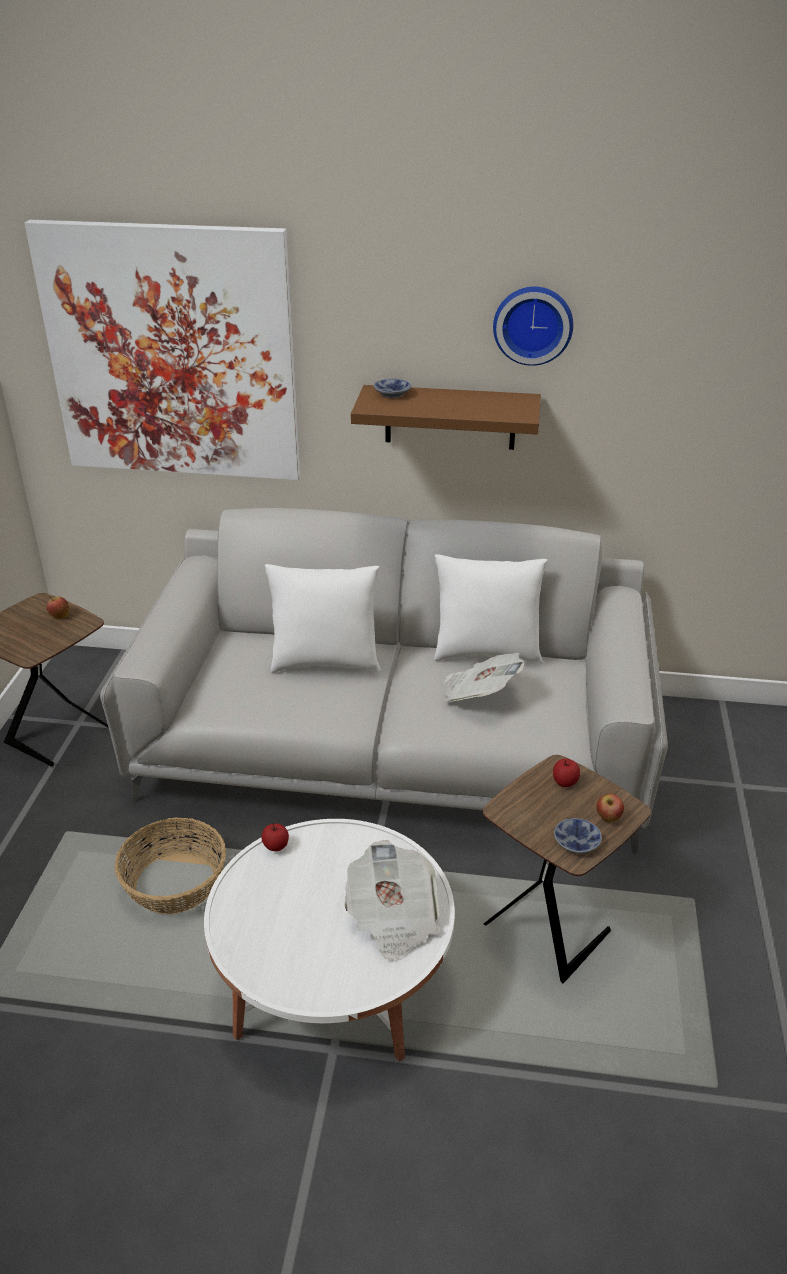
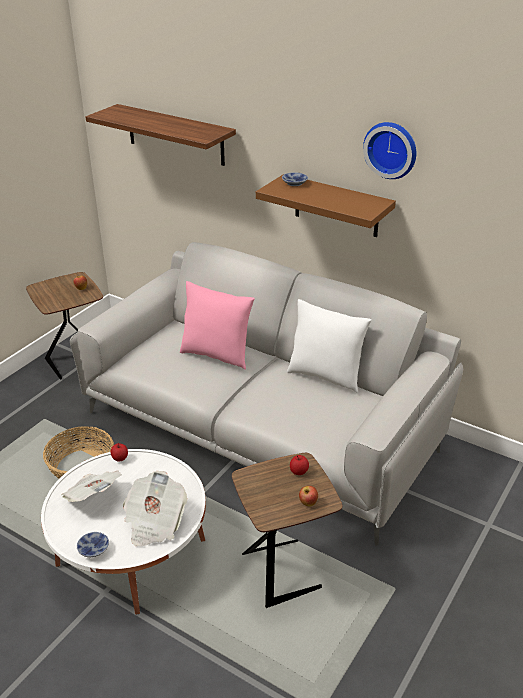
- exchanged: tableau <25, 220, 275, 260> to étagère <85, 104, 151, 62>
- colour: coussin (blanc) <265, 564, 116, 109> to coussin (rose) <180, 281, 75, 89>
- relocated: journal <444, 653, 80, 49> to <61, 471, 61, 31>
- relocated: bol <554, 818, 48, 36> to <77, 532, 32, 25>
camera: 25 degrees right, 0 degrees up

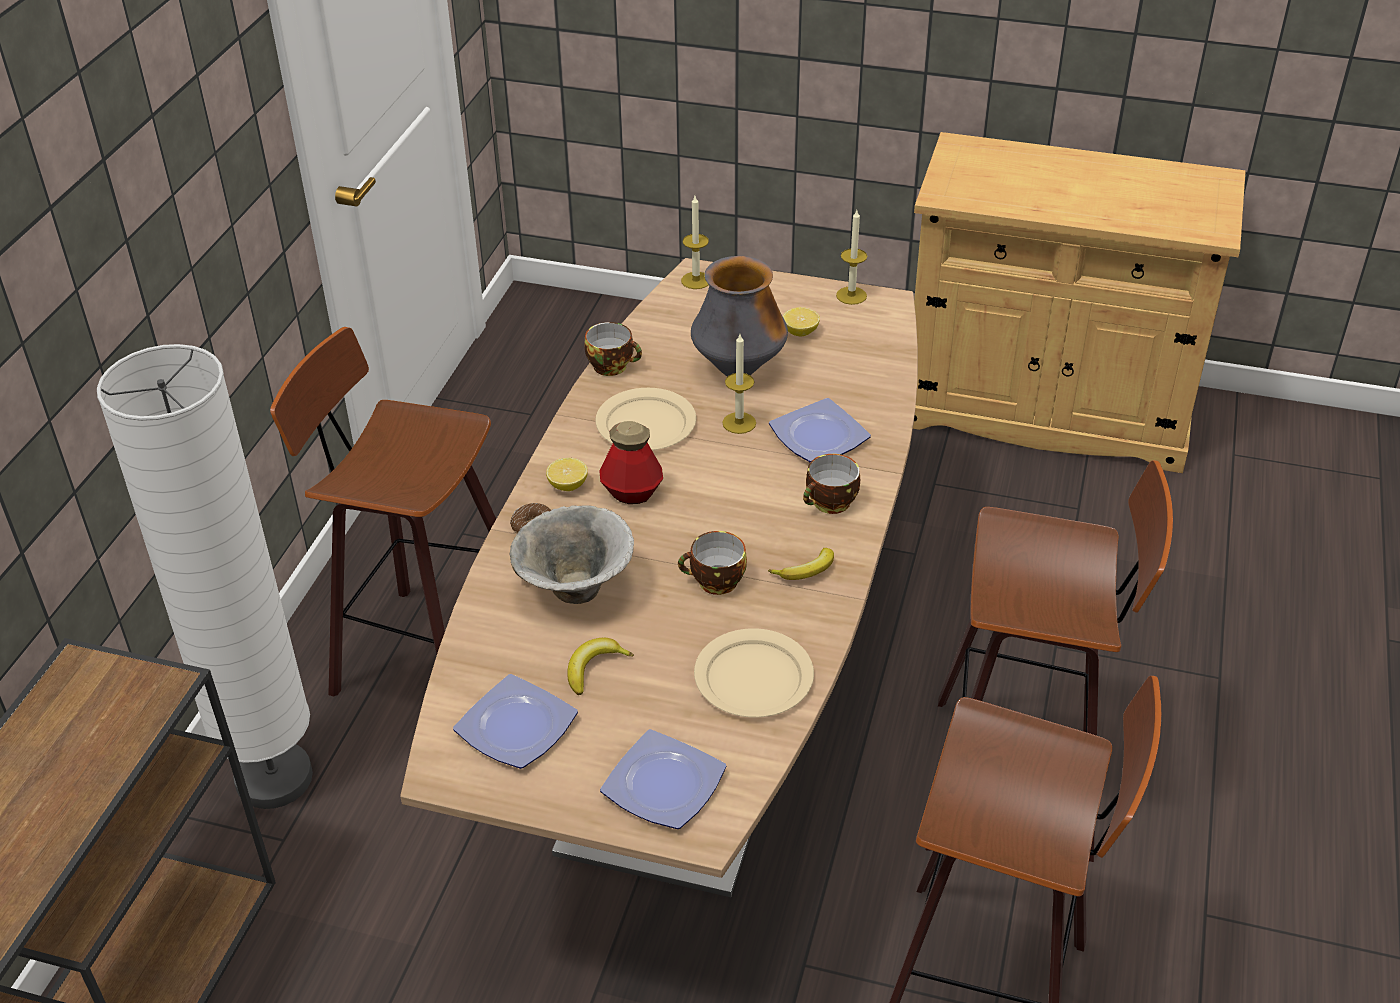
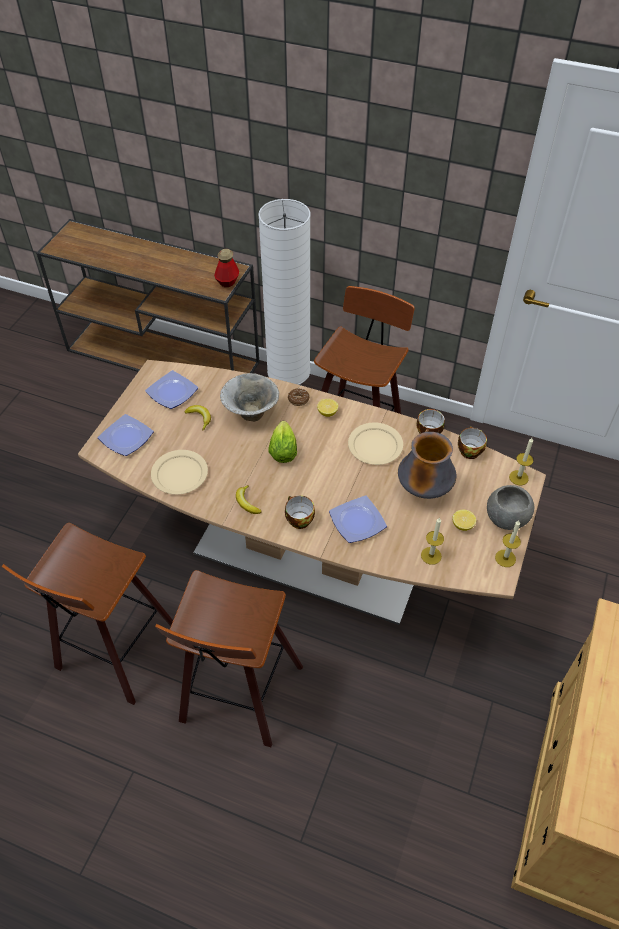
- relocated: bougie <722, 334, 34, 100> to <421, 518, 23, 47>
- relocated: bouteille <599, 421, 64, 83> to <214, 249, 25, 38>
- relocated: tasse <678, 531, 69, 64> to <458, 426, 29, 33>
- appeared: laitue <268, 421, 29, 42>
- appeared: bol (gris) <487, 485, 47, 45>
camera: 95 degrees right, 10 degrees up

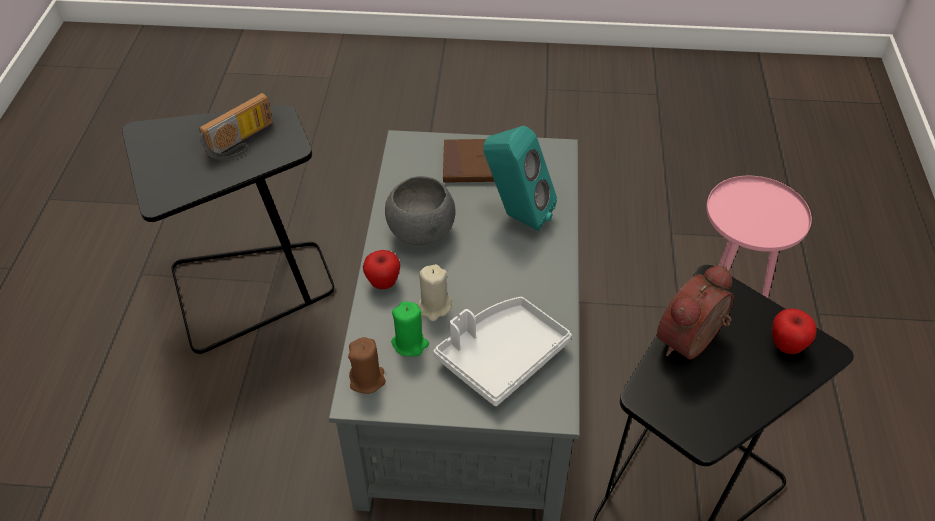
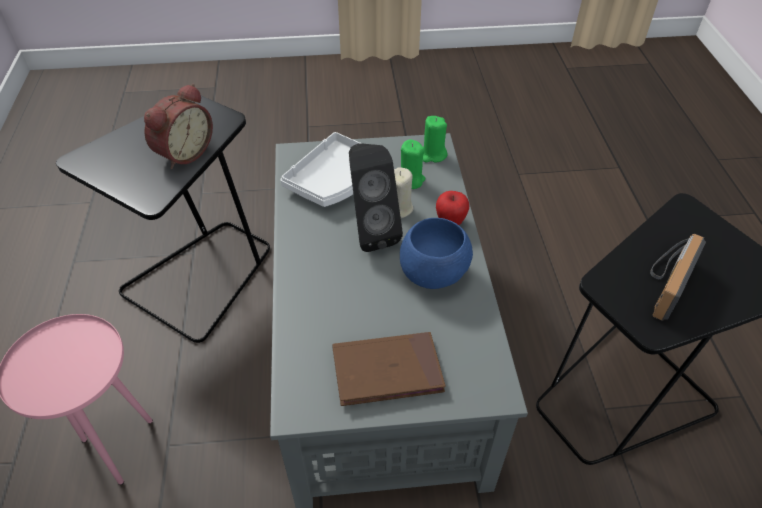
- missing: enceinte (turquoise) <483, 126, 74, 105>
- colour: bol (gris) <385, 176, 71, 69> to bol (bleu) <400, 218, 73, 71>
- missing: pomme <772, 309, 44, 45>
- colour: bougie (marron) <348, 337, 38, 57> to bougie (vert) <423, 116, 25, 46>
- appeared: enceinte (noir) <349, 143, 54, 109>
camera: 170 degrees right, 0 degrees up

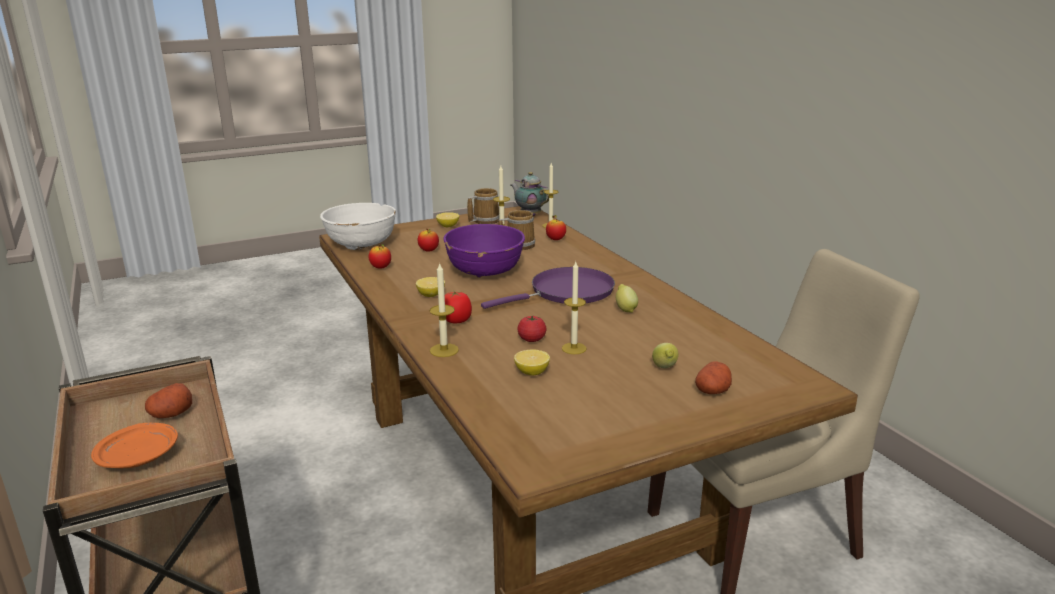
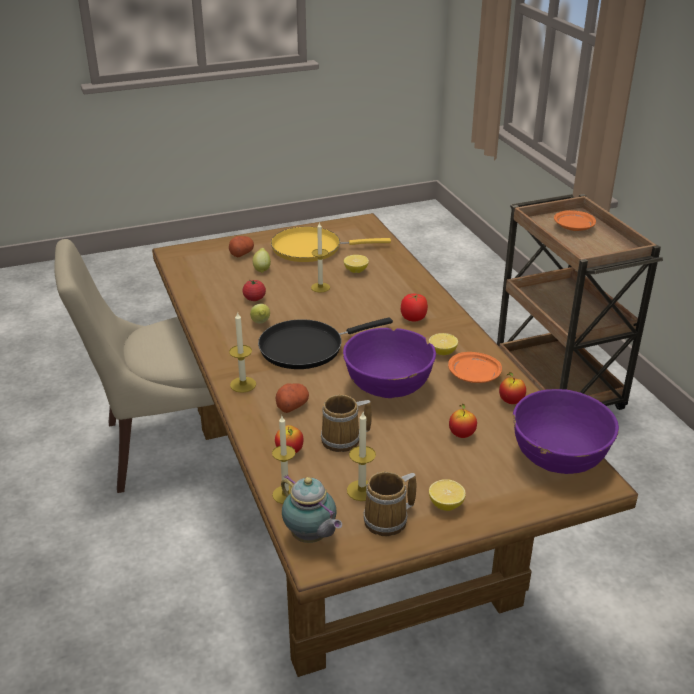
- colour: bol (blanc) <320, 203, 76, 47> to bol (violet) <513, 389, 106, 85>
- relocated: bougie <429, 262, 30, 95> to <229, 311, 27, 82>
- colour: poêle (violet) <481, 267, 134, 42> to poêle (noir) <258, 317, 135, 52>
- relocated: tomate <517, 316, 29, 26> to <242, 280, 24, 21>
- relocated: pomme de terre <145, 383, 47, 35> to <276, 383, 33, 30>
- appeared: poêle (jaune) <271, 227, 120, 35>
- appeared: assiette (orange) <448, 352, 54, 31>
camera: 175 degrees left, 10 degrees up

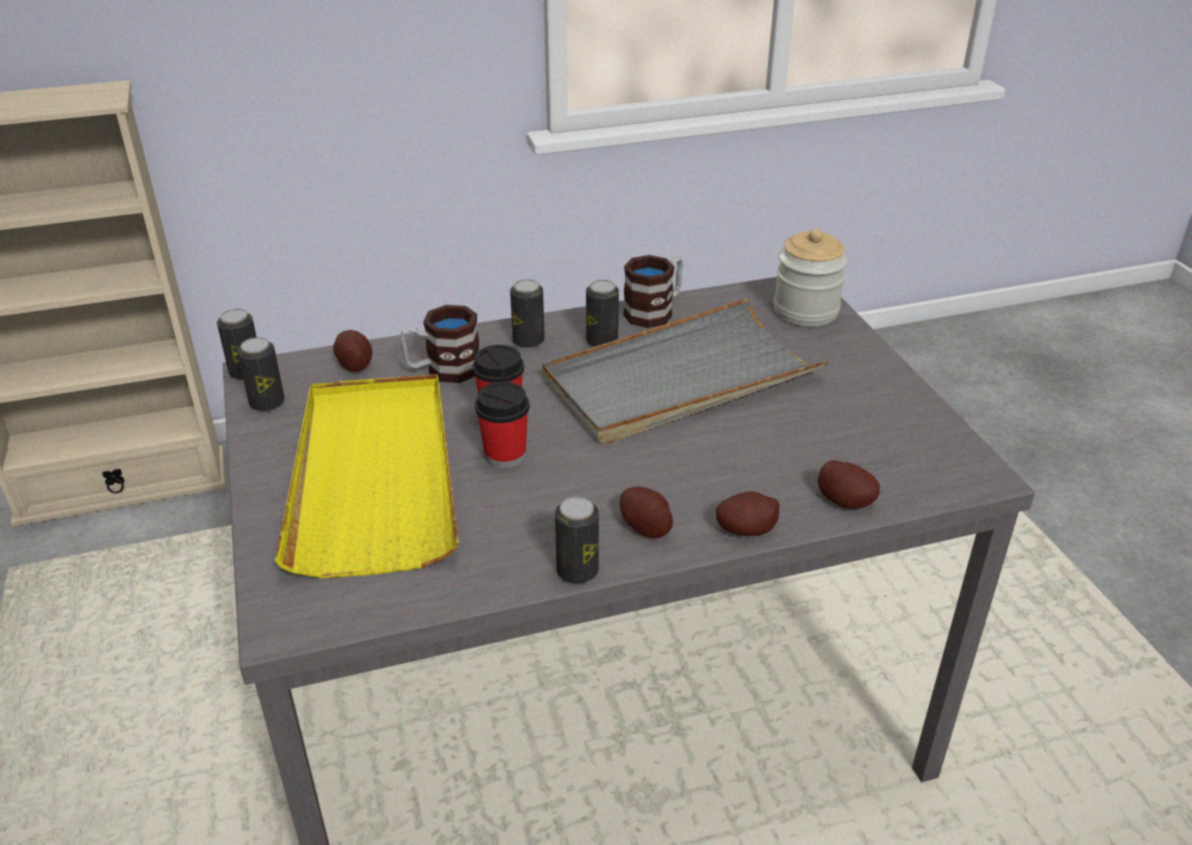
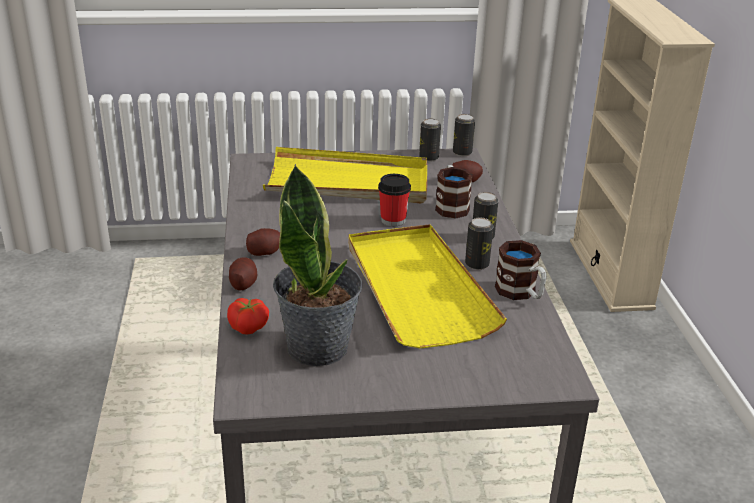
- missing: bocal <774, 229, 73, 97>
- colour: plateau (gris) <542, 298, 287, 146> to plateau (jaune) <348, 224, 159, 125>
- missing: tasse <475, 382, 55, 86>
- exchanged: pomme de terre <818, 460, 62, 49> to tomate <227, 298, 42, 37>
- missing: boîte métallique <555, 496, 44, 88>
- appeared: plante en pot <273, 164, 89, 202>
camera: 100 degrees right, 5 degrees down

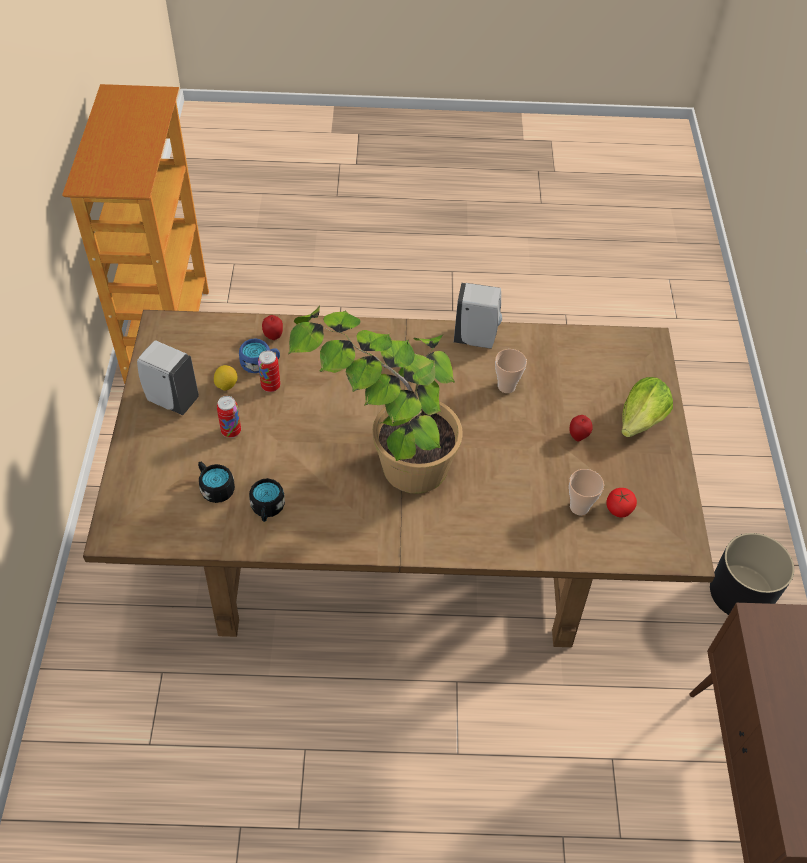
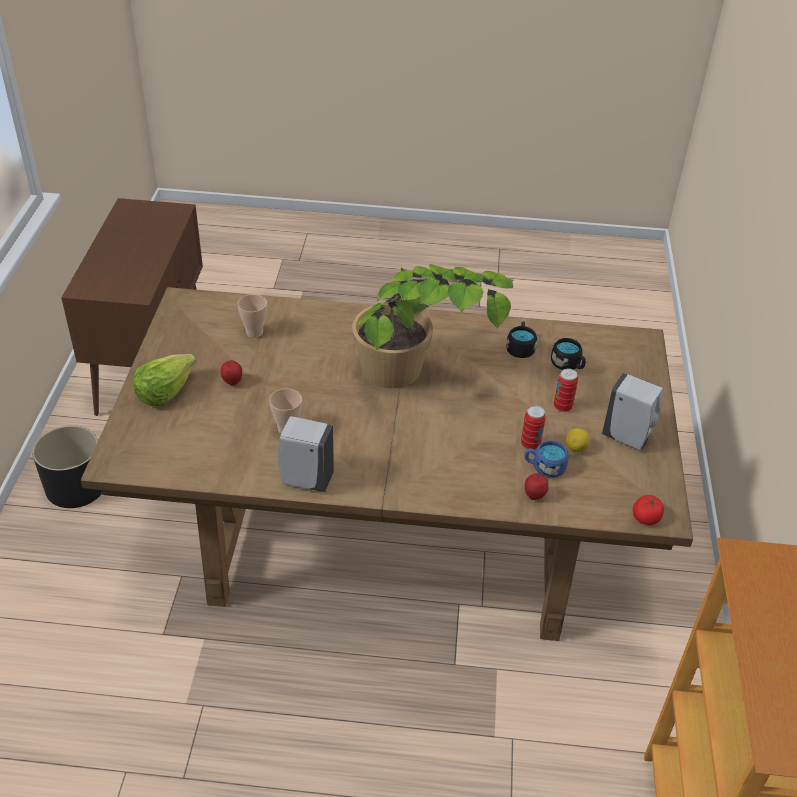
- relocated: tomate <606, 488, 31, 30> to <633, 495, 31, 30>
camera: 175 degrees left, 10 degrees down

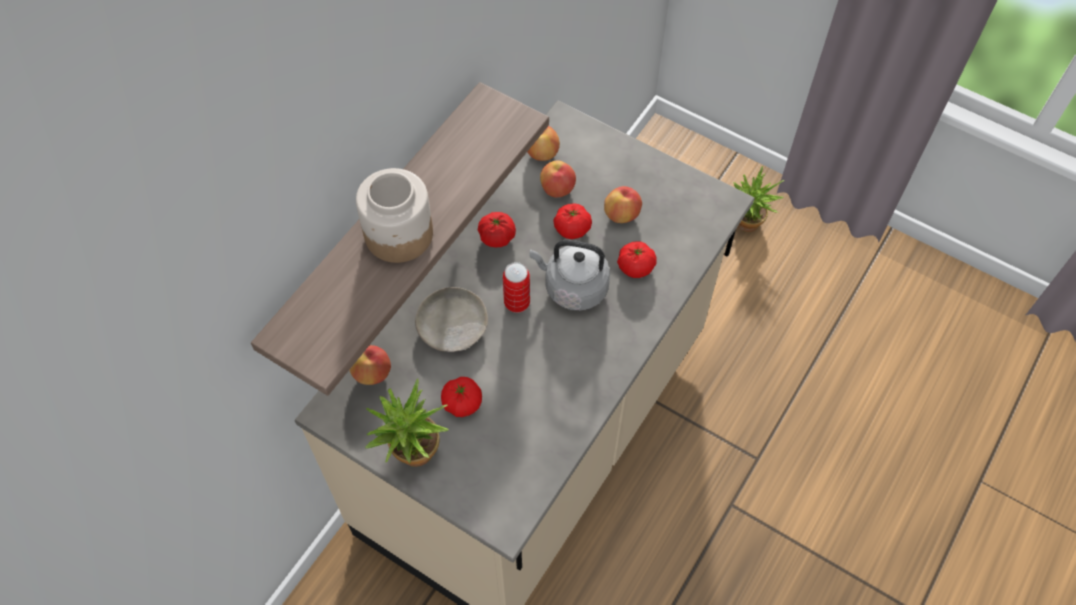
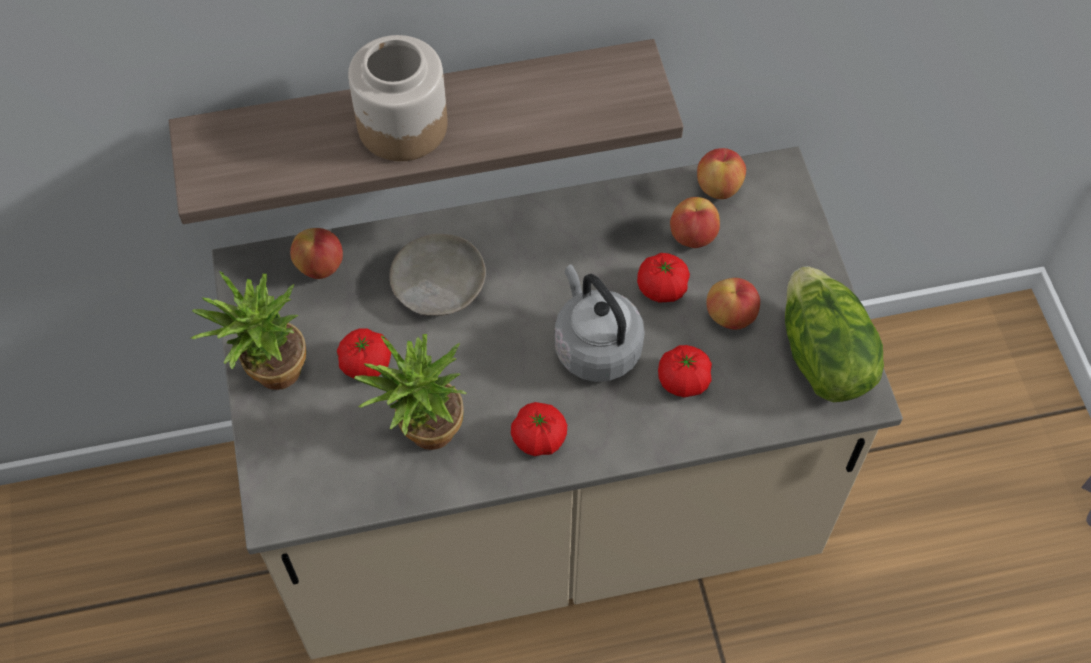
- relocated: plante en pot <733, 166, 52, 66> to <354, 334, 112, 116>
- relocated: tomate <478, 212, 38, 35> to <511, 402, 56, 54>
- missing: boîte métallique <503, 262, 27, 51>
- appeared: laitue <785, 266, 99, 136>
camera: 45 degrees right, 0 degrees up

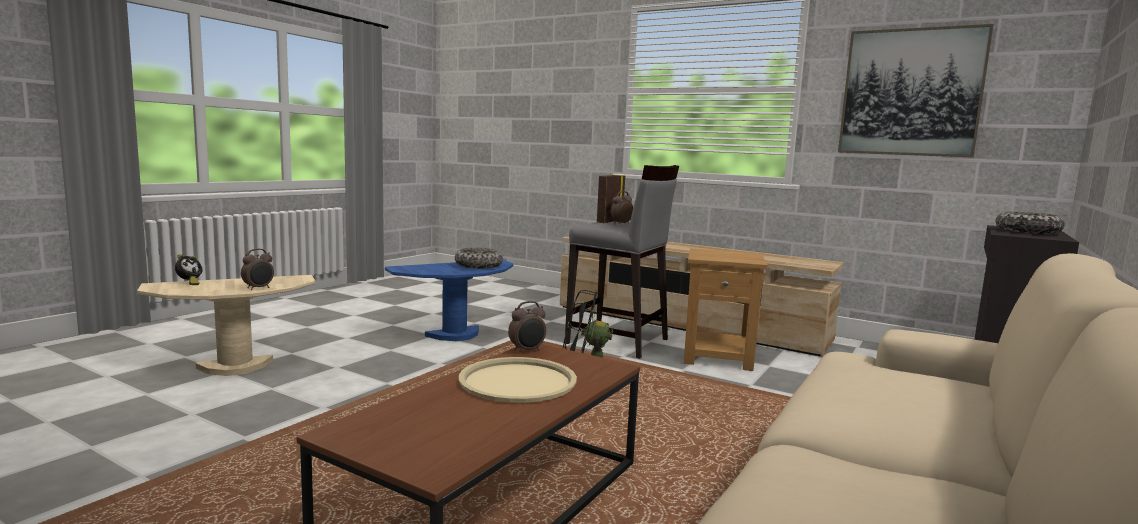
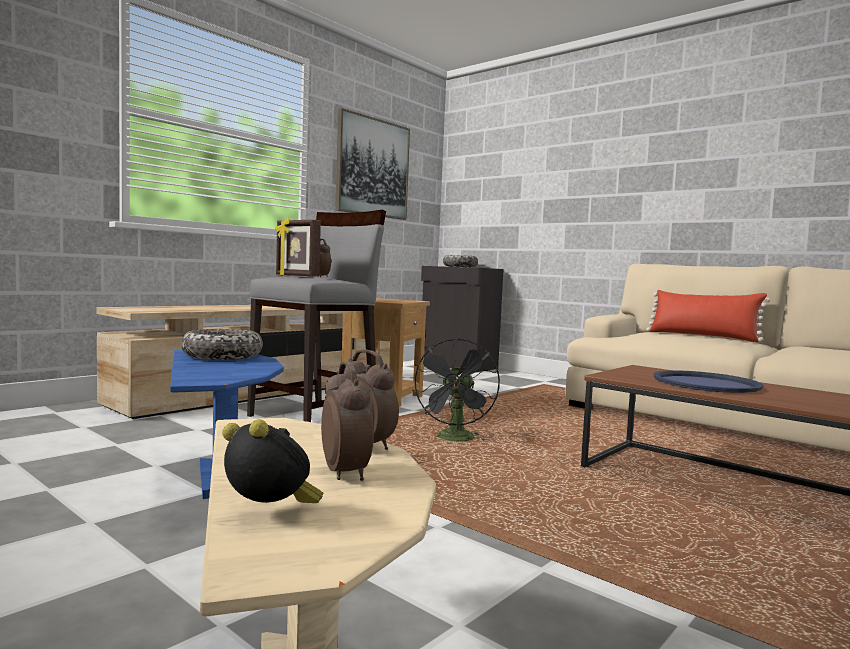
- relocated: réveil <508, 301, 38, 53> to <321, 361, 53, 120>
- colour: plateau (beige) <459, 357, 118, 46> to plateau (bleu) <654, 370, 110, 23>
- appeared: coussin (rouge) <646, 290, 124, 52>
camera: 80 degrees left, 5 degrees down

